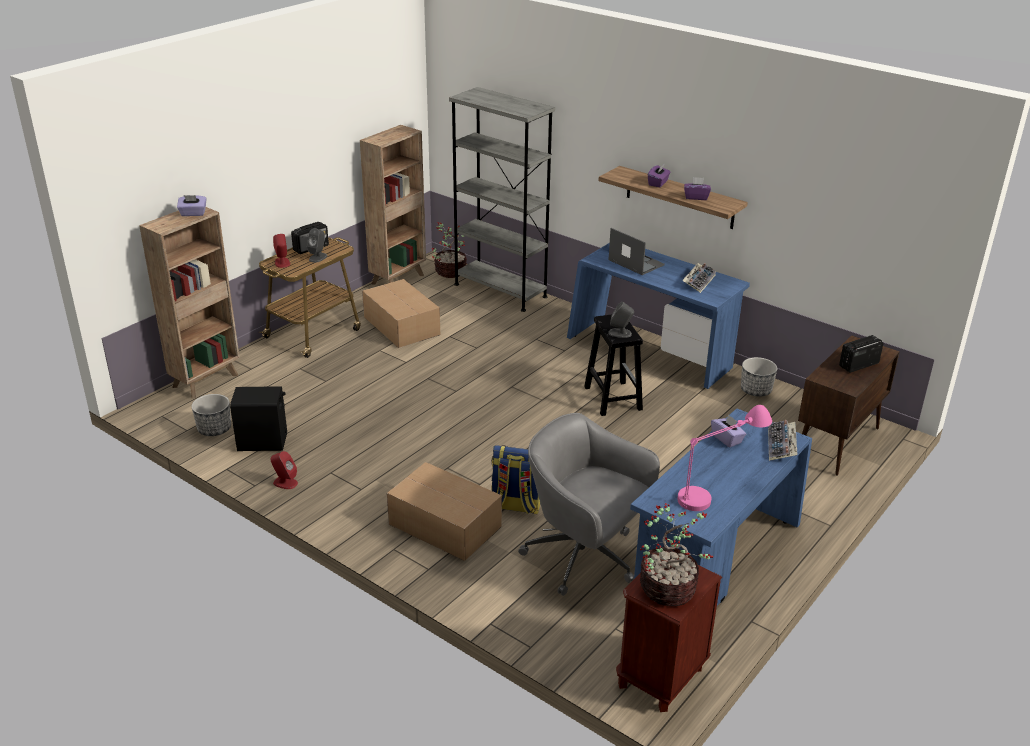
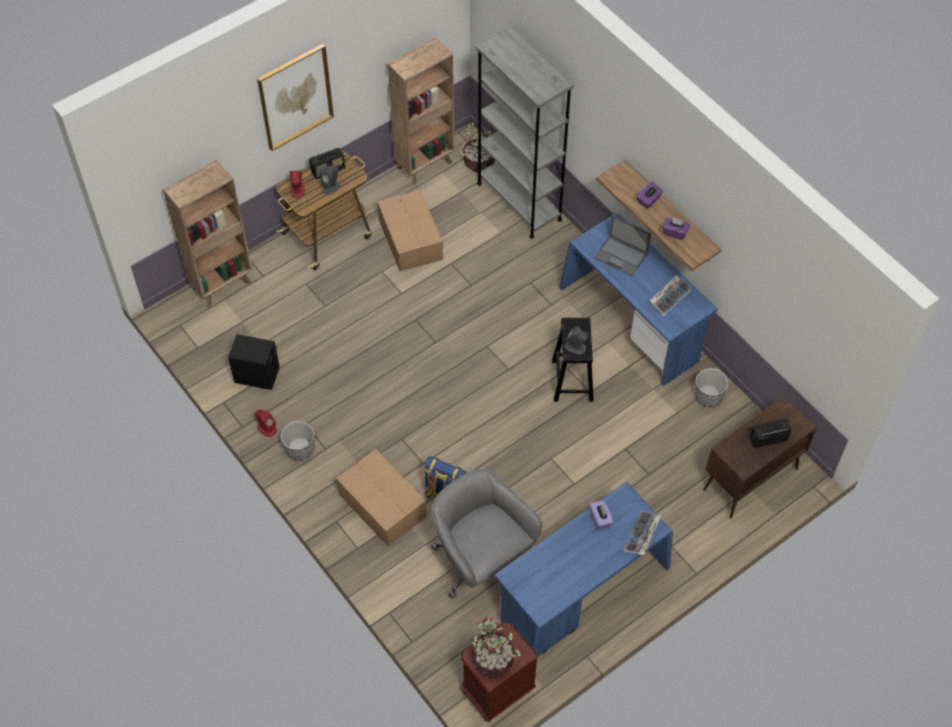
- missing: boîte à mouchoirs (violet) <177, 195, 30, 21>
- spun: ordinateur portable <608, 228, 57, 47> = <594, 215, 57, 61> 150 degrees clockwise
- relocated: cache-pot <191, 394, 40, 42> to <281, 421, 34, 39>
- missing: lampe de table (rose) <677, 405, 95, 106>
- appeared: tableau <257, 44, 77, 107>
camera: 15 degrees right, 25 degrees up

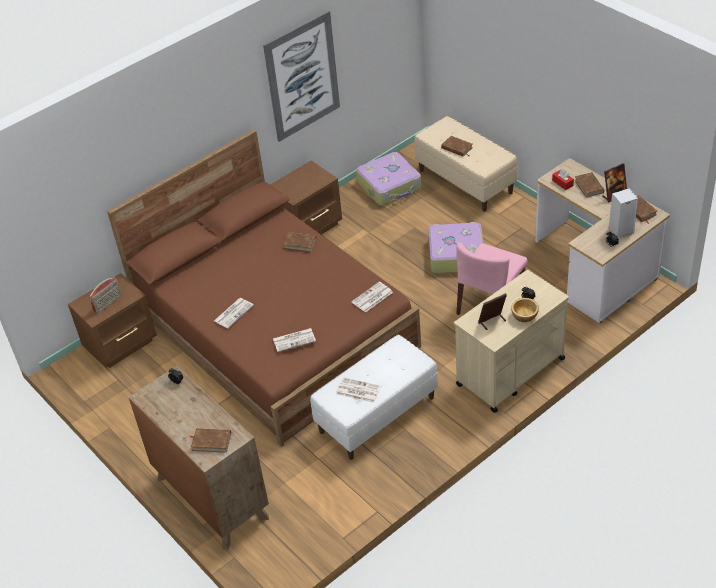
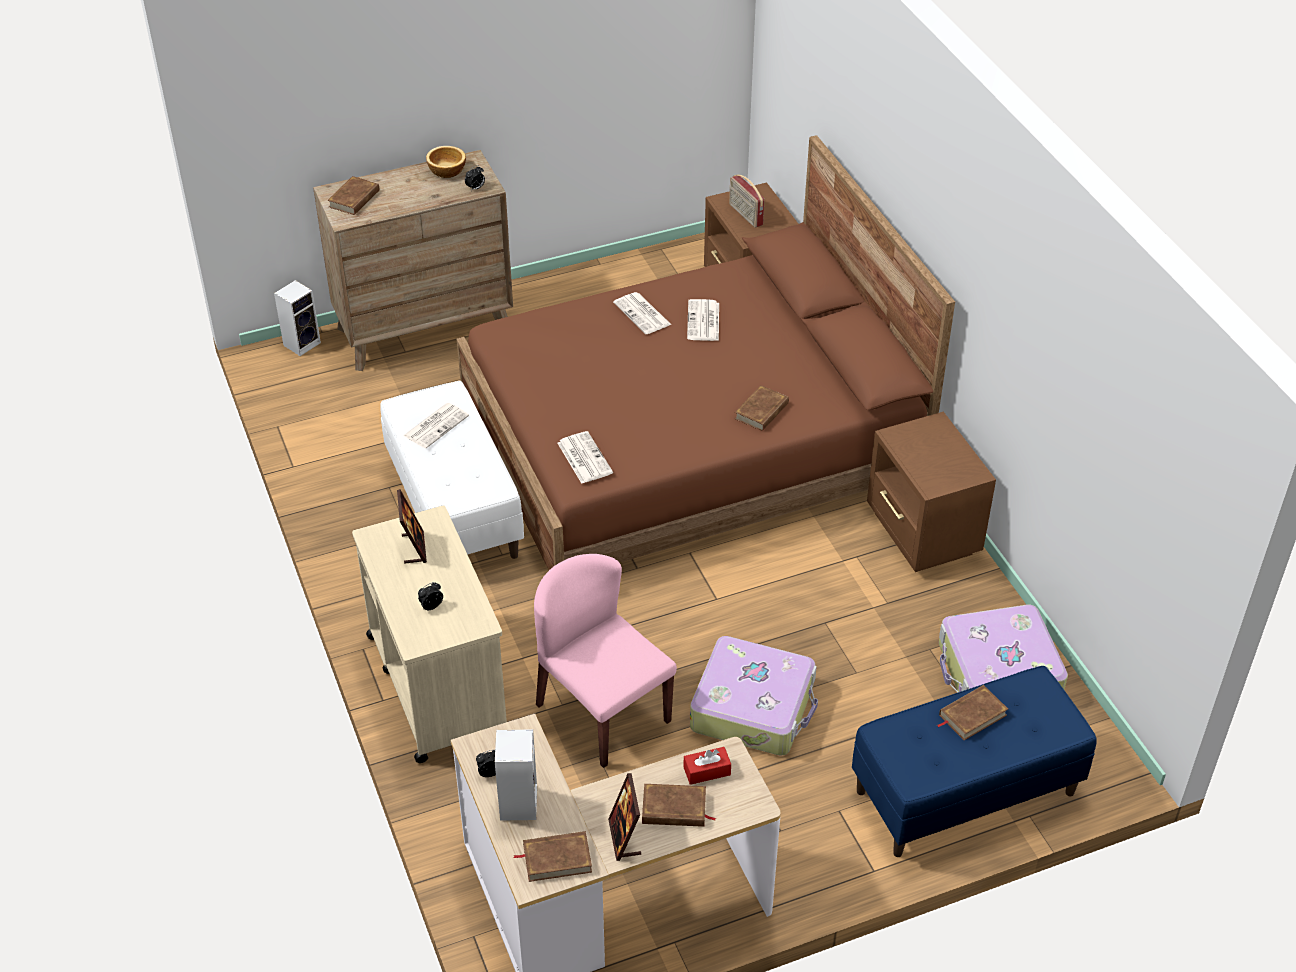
- missing: tableau <263, 11, 77, 131>
- colour: banc (beige) <414, 116, 103, 96> to banc (bleu) <852, 666, 245, 191>
- relocated: bol <511, 298, 28, 24> to <426, 146, 40, 32>
- relocated: journal <273, 328, 43, 24> to <687, 299, 32, 42>
- appeared: enceinte <274, 280, 47, 76>
camera: 105 degrees right, 0 degrees up

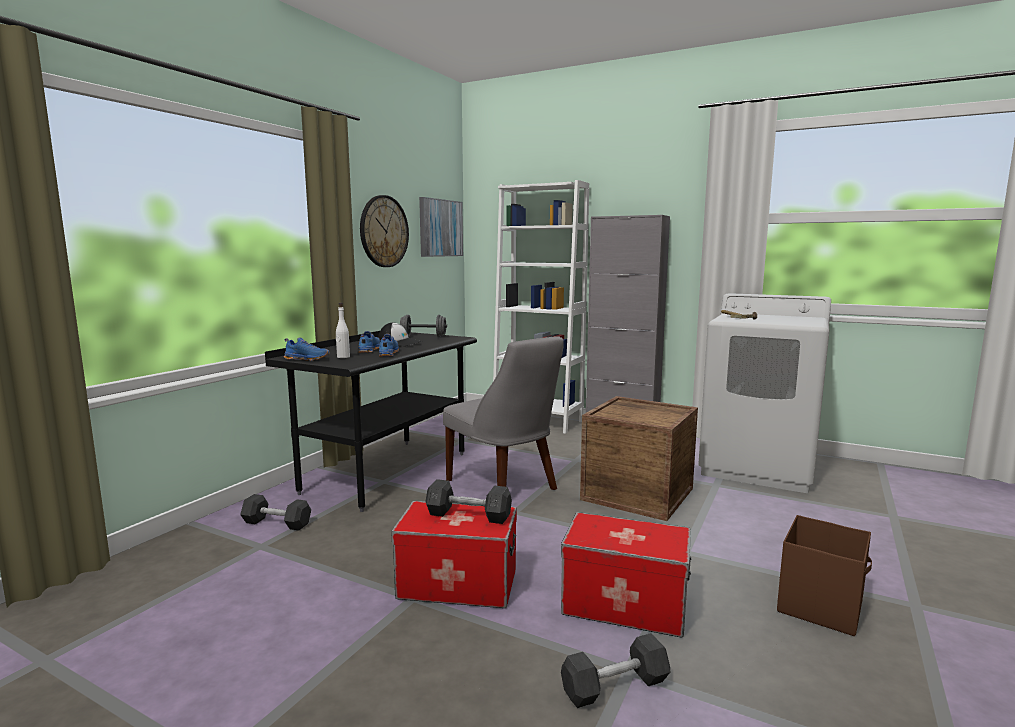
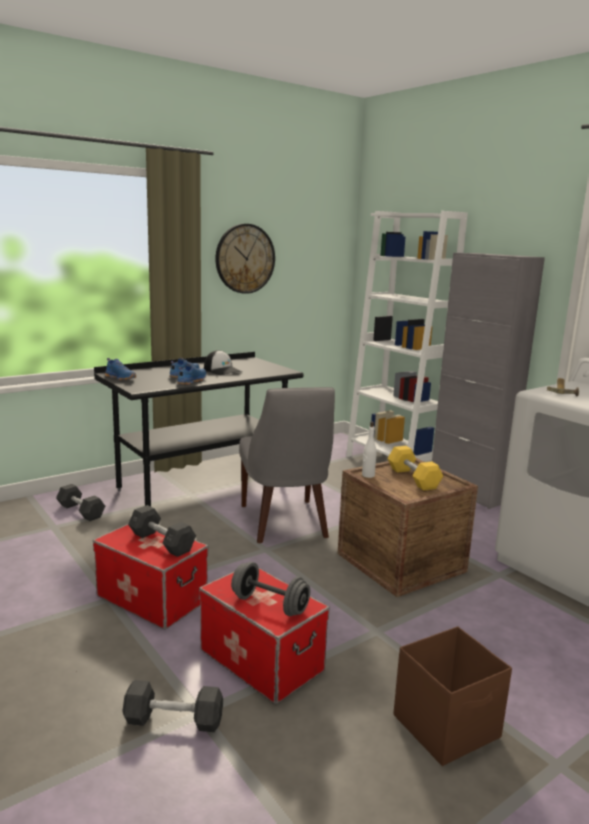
- missing: tableau <419, 197, 44, 60>
- relocated: bouteille (blanc) <336, 303, 14, 55> to <362, 422, 15, 56>
- relocated: haltère (gris) <400, 315, 47, 22> to <231, 562, 79, 54>
- appeared: haltère (jaune) <387, 446, 56, 45>
camera: 25 degrees right, 5 degrees up

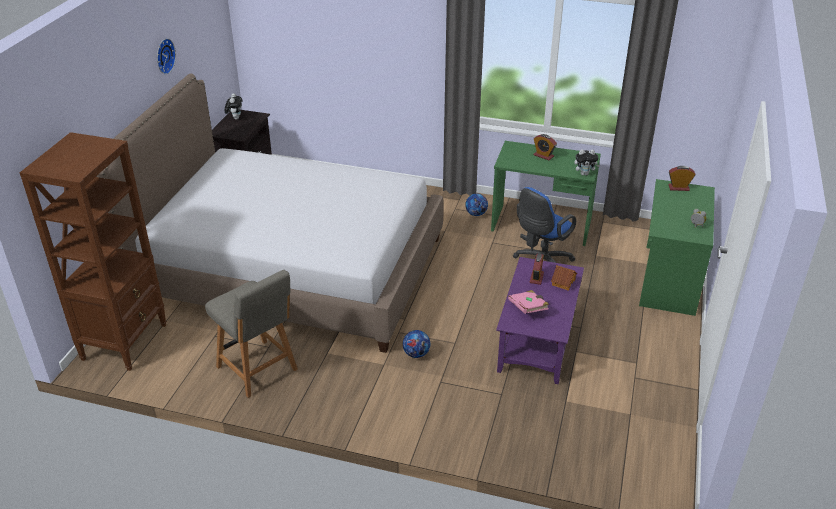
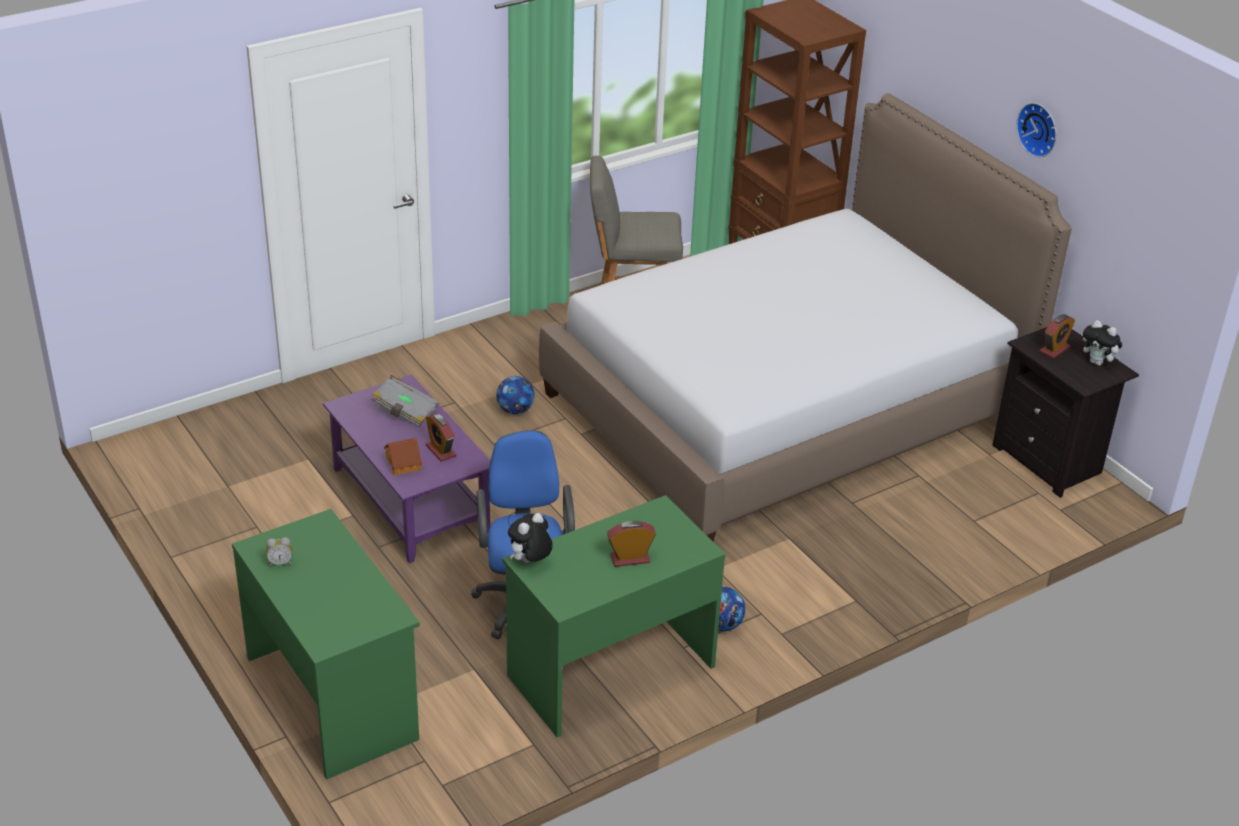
- relocated: réveil <669, 166, 26, 25> to <1040, 314, 35, 44>
- colour: livre (rose) <508, 290, 41, 24> to livre (gris) <371, 375, 68, 52>
camera: 130 degrees right, 0 degrees up

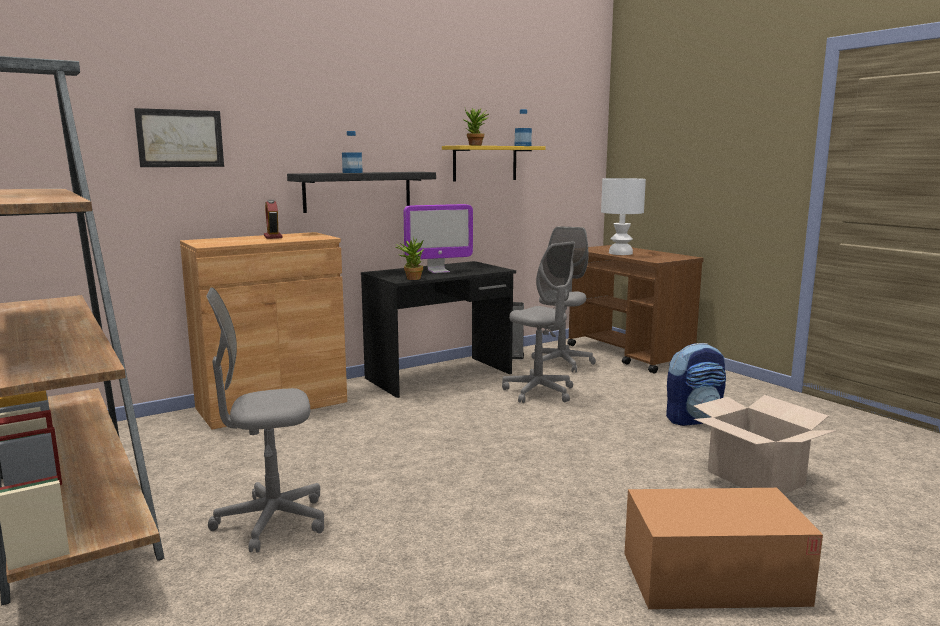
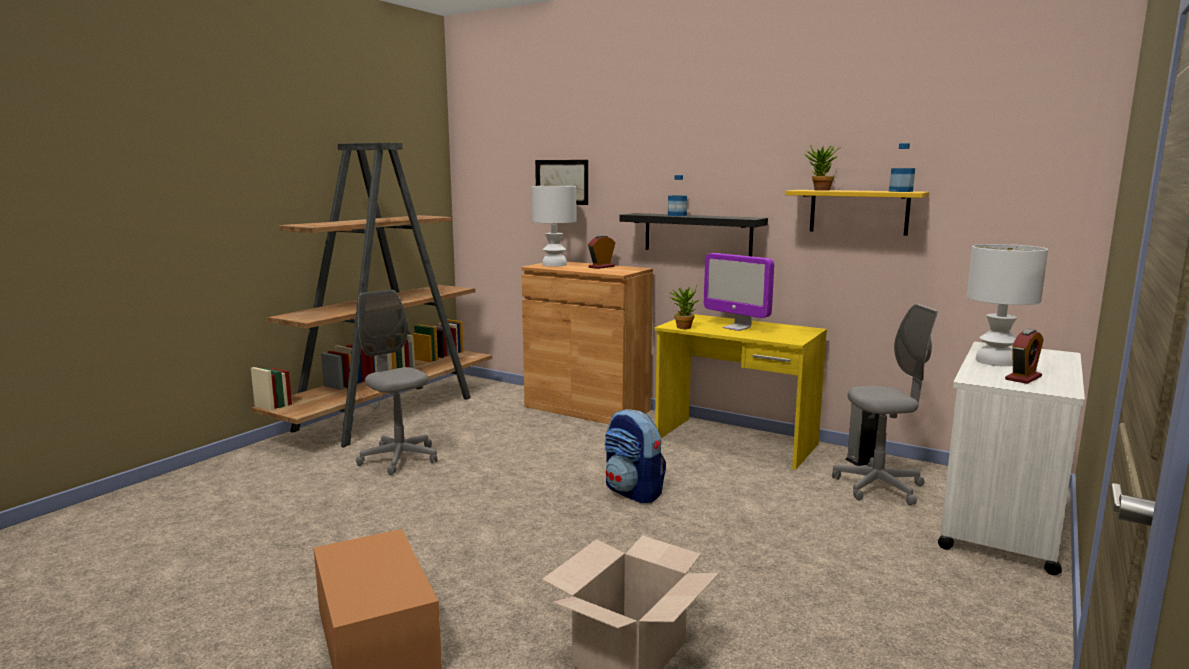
- missing: chaise de bureau (gris) <502, 241, 73, 162>
- colour: chariot (marron) <567, 245, 137, 129> to chariot (blanc) <938, 342, 147, 233>
- colour: bureau (noir) <361, 261, 155, 137> to bureau (jaune) <654, 314, 173, 156>
- relocated: sac à dos <666, 343, 60, 83> to <605, 409, 61, 94>
- appeared: lampe de table (blanc) <532, 186, 44, 81>
- appeared: réveil <1005, 329, 39, 55>
camera: 65 degrees right, 0 degrees up

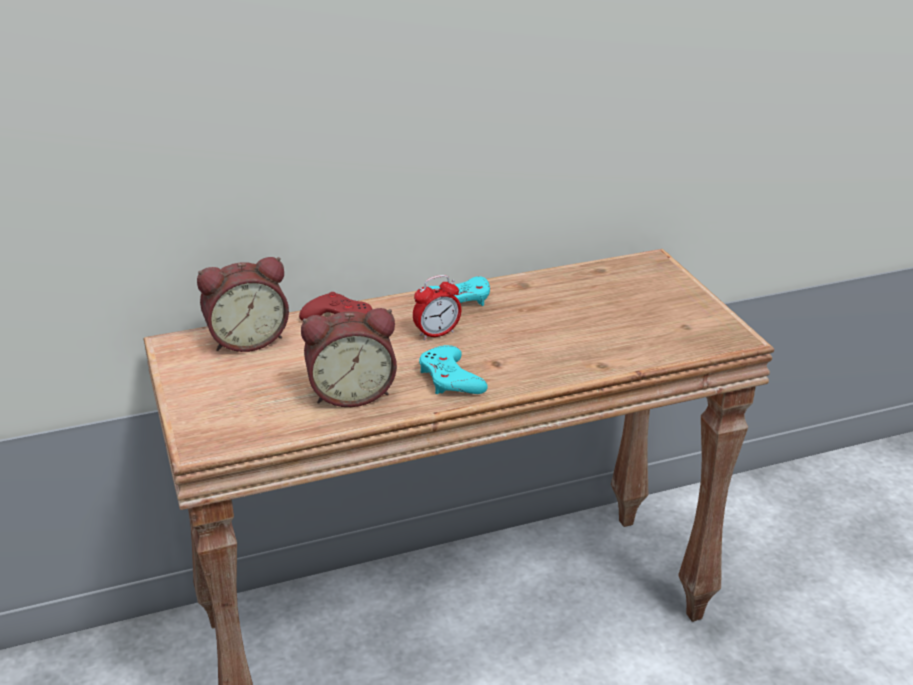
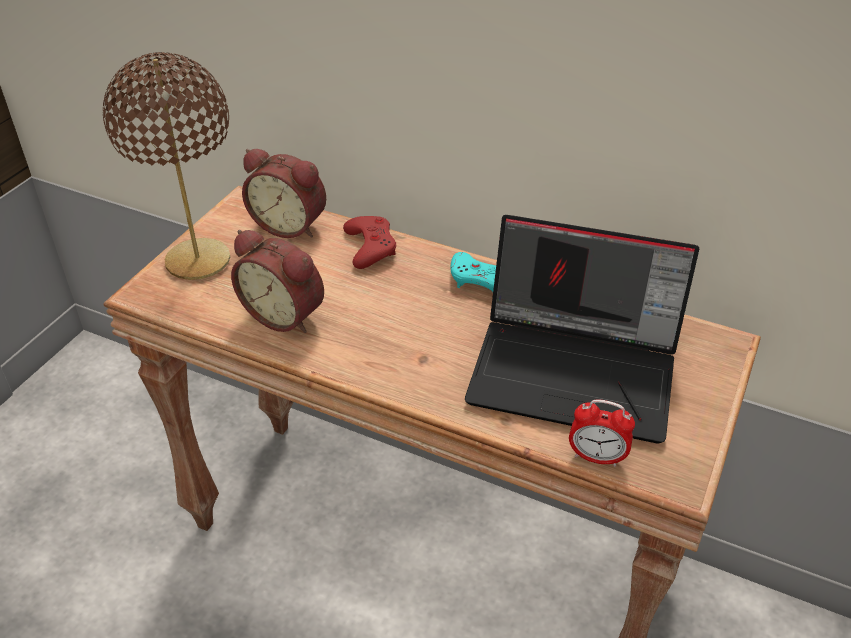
- relocated: réveil <413, 275, 48, 65> to <569, 399, 66, 68>
- missing: manette (turquoise) <419, 345, 69, 49>
- appeared: lampe de table (marron) <103, 52, 127, 228>
- appeared: ordinateur portable <465, 215, 234, 229>
camera: 45 degrees right, 10 degrees up

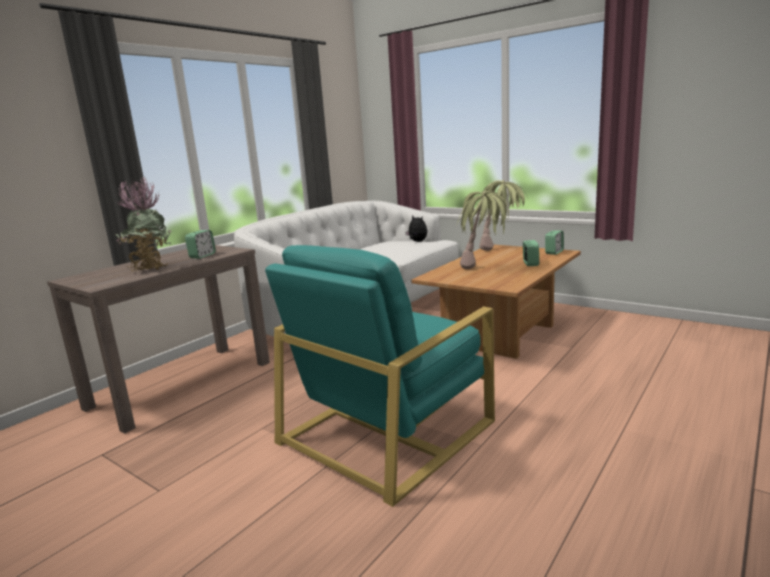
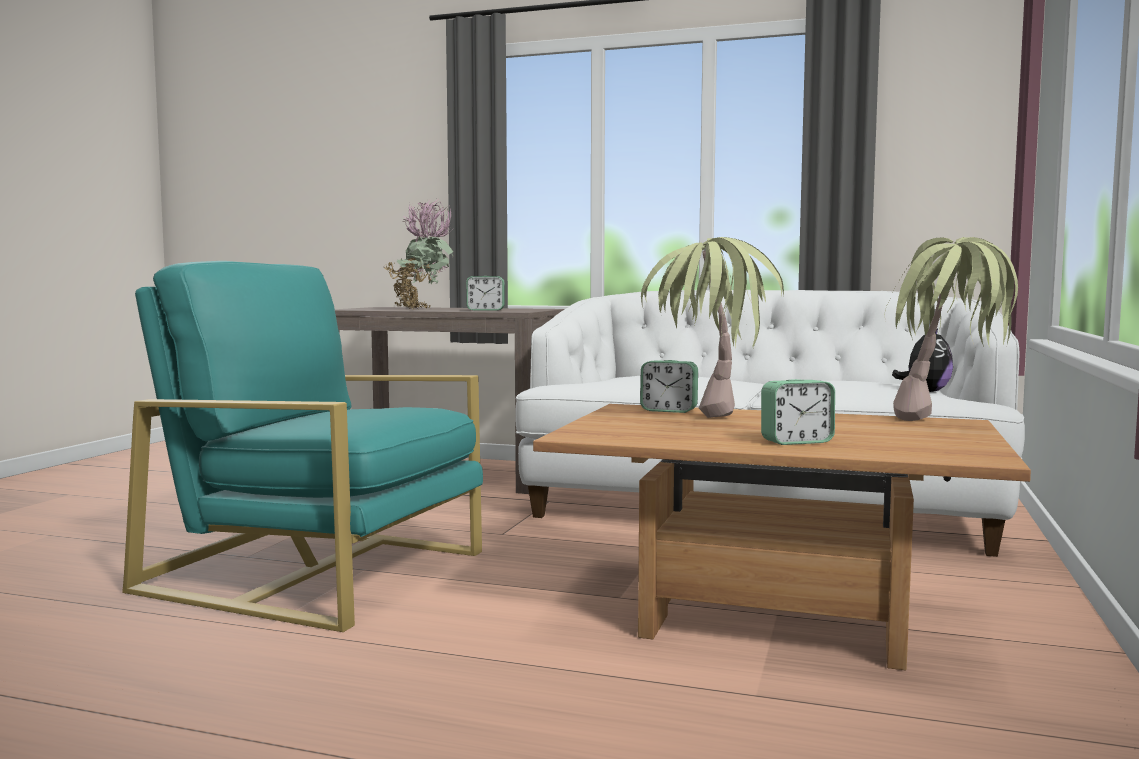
- relocated: réveil <545, 231, 19, 24> to <640, 360, 58, 53>
camera: 70 degrees right, 10 degrees down

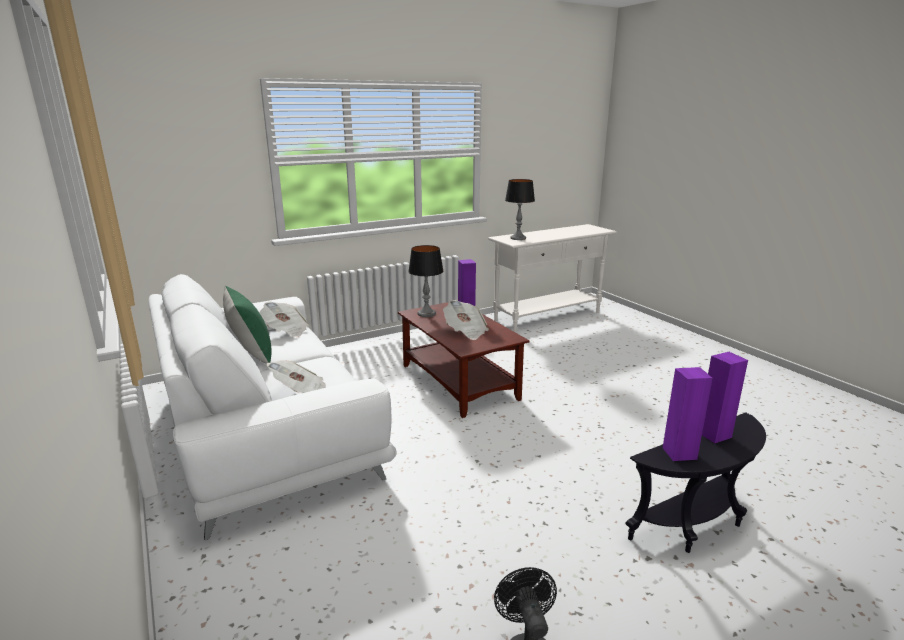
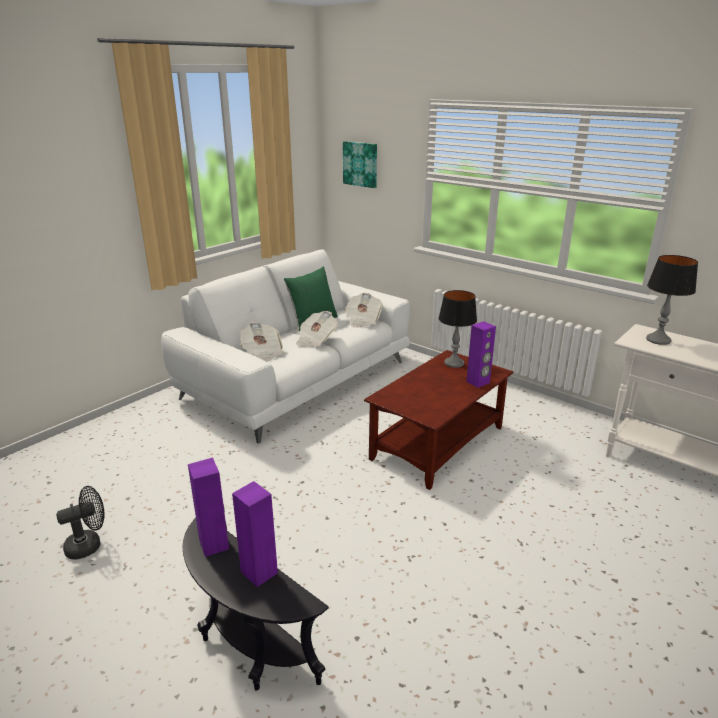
- relocated: journal <443, 300, 46, 40> to <296, 311, 42, 36>
- appeared: tableau <343, 141, 34, 47>
camera: 70 degrees right, 5 degrees up

